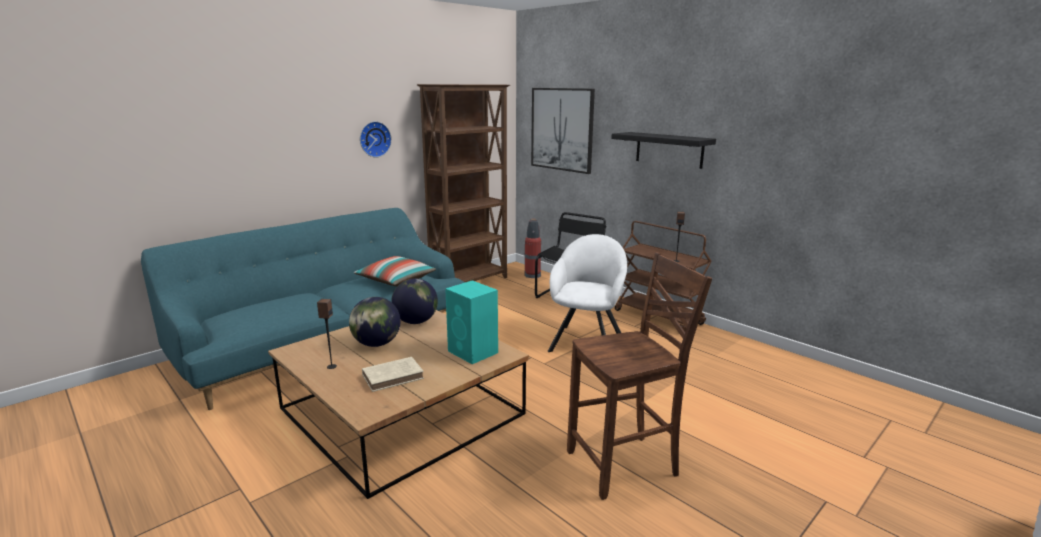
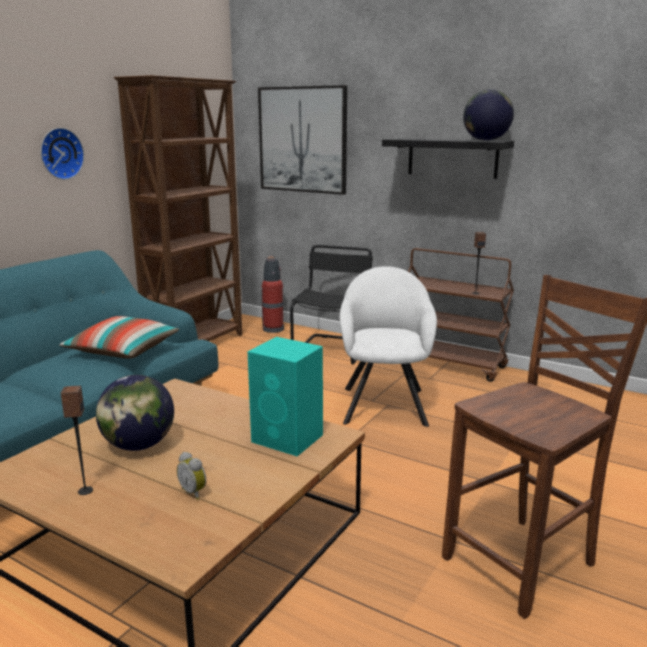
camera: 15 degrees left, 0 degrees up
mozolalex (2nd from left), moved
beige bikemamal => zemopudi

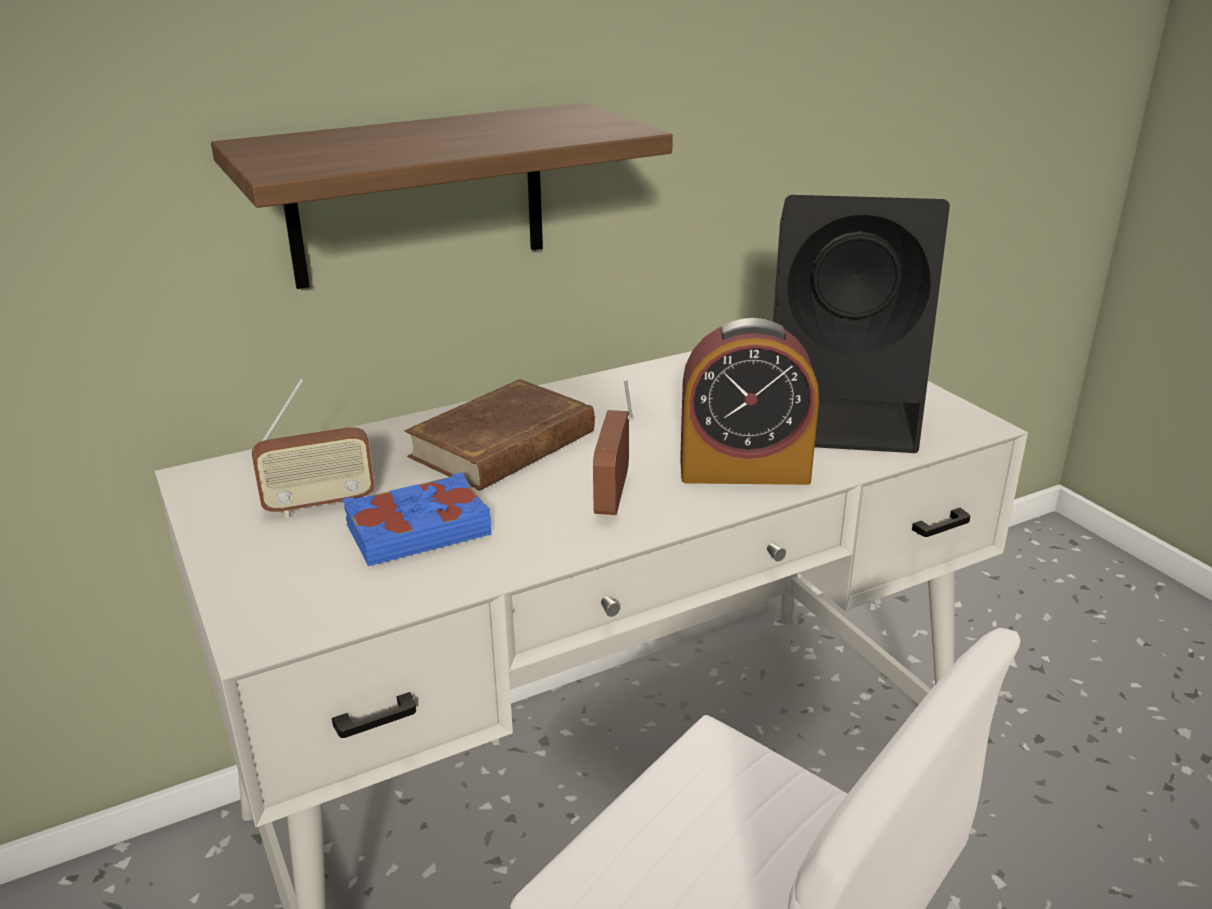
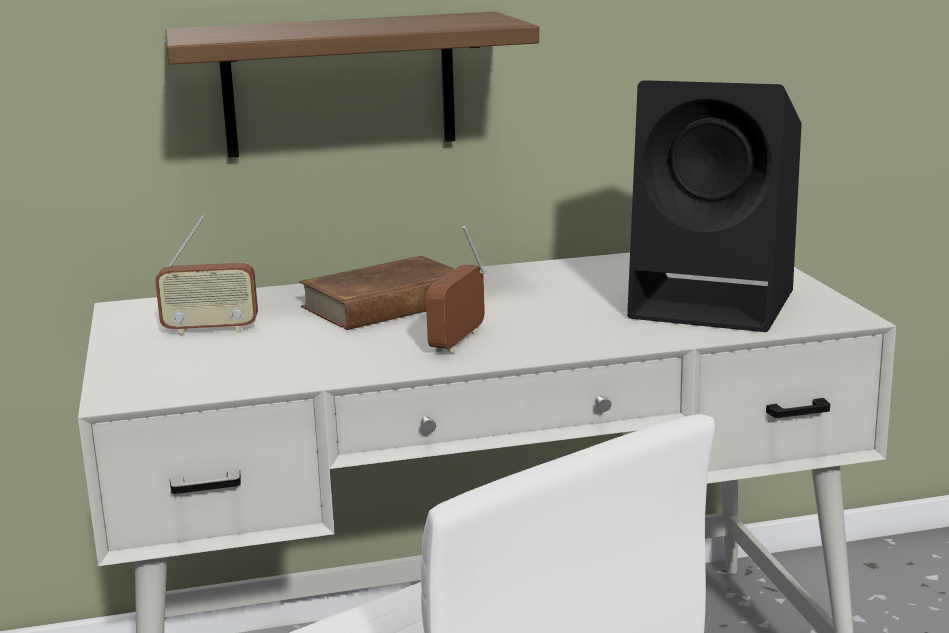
camera: 15 degrees right, 10 degrees down
blue bikemamal => nothing
zemopudi => nothing

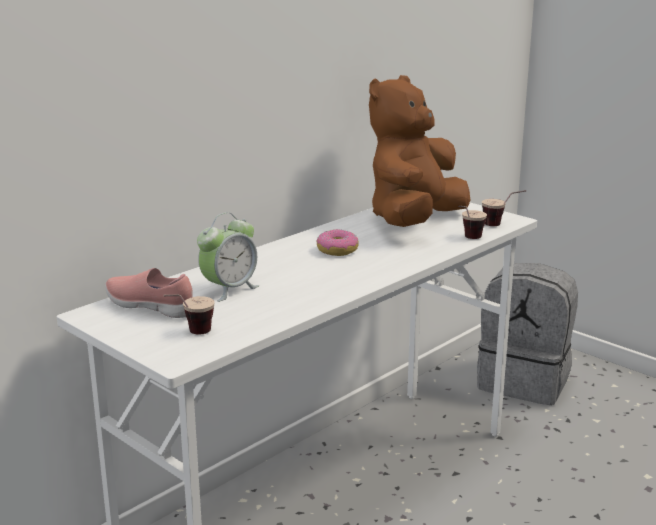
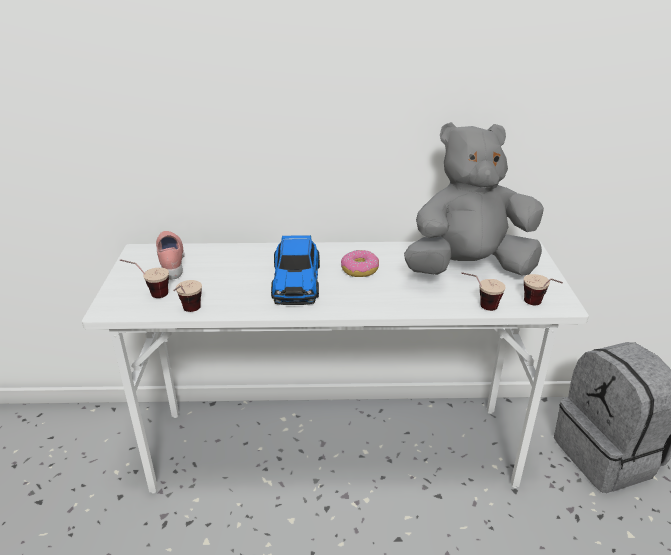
camera: 45 degrees right, 10 degrees up
zemopudi => nothing
nothing => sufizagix (2nd from left)
nothing => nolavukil
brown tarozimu => grey tarozimu

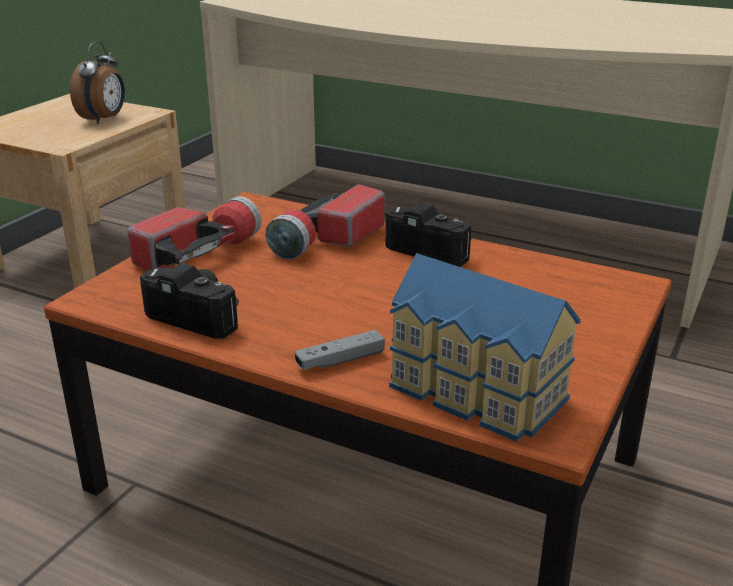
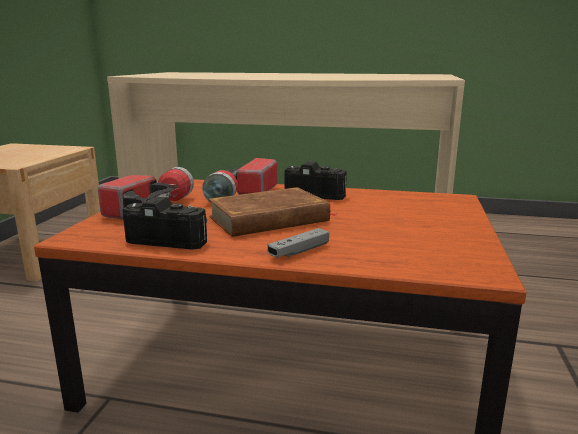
camera: 15 degrees left, 10 degrees down
zemopudi => nothing
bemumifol => nothing
nothing => brown bikemamal

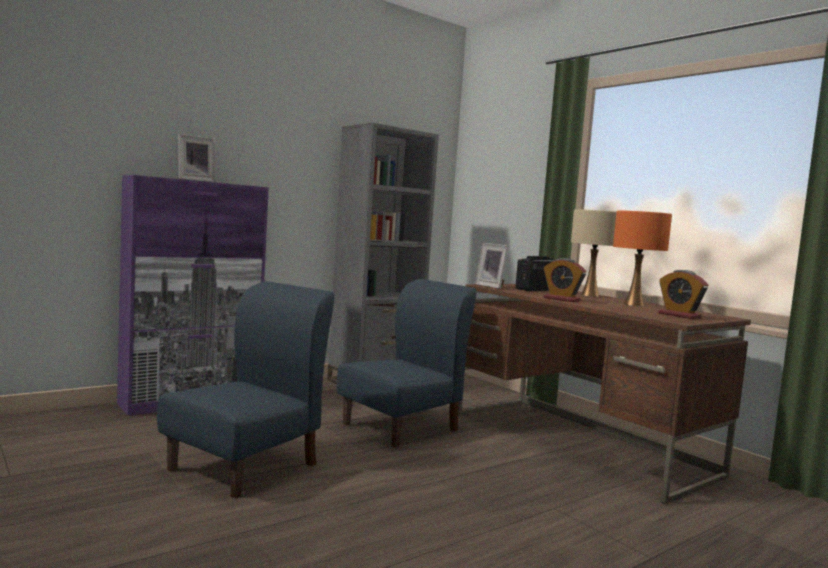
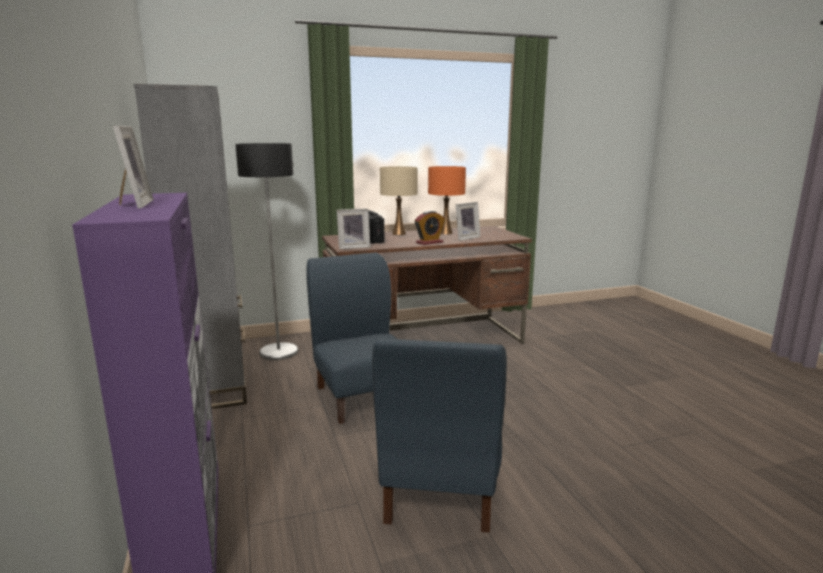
camera: 70 degrees left, 10 degrees up
zemopudi (2nd from left) => nothing
nothing => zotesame
nothing => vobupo (3rd from left)
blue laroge (1st from left in the first image) => blue laroge (2nd from left), 135 degrees counterclockwise

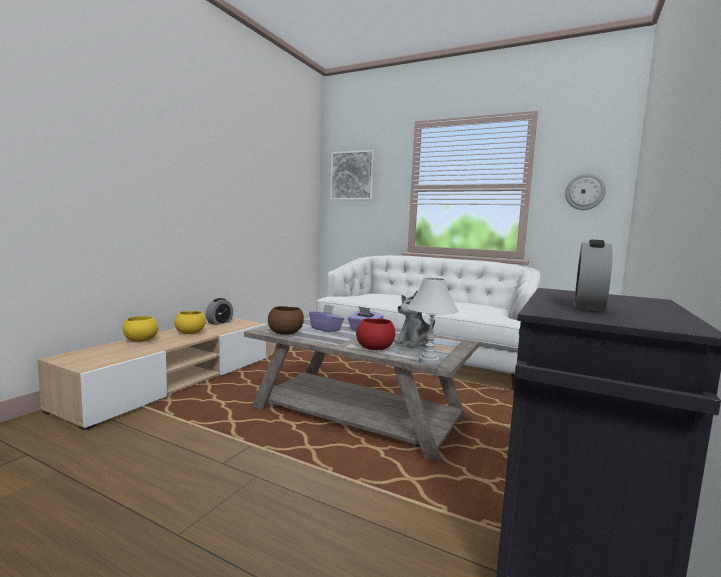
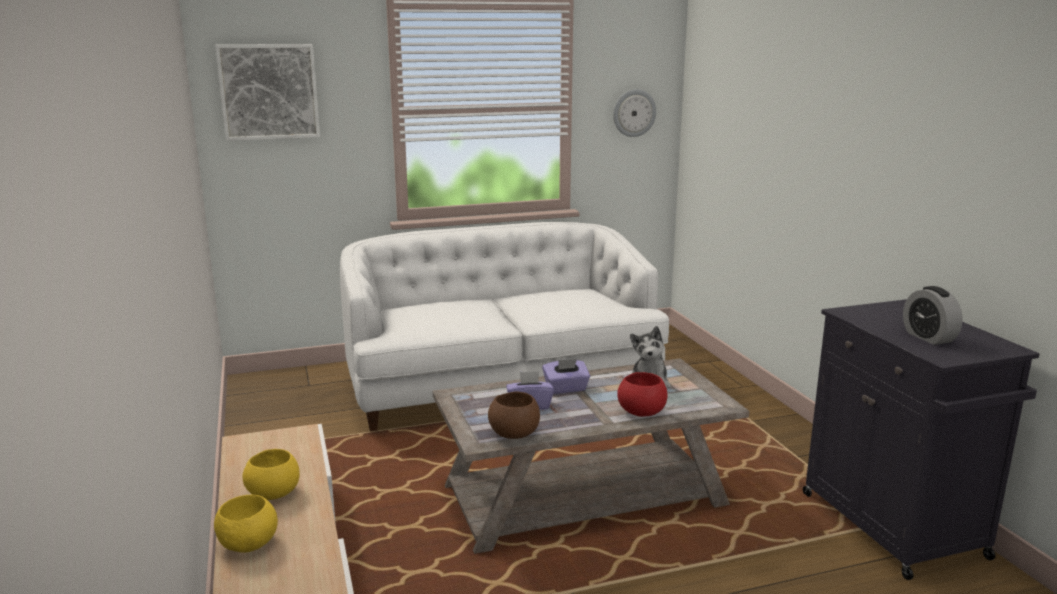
camera: 45 degrees left, 10 degrees up
zemopudi (1st from left) => nothing
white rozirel => nothing

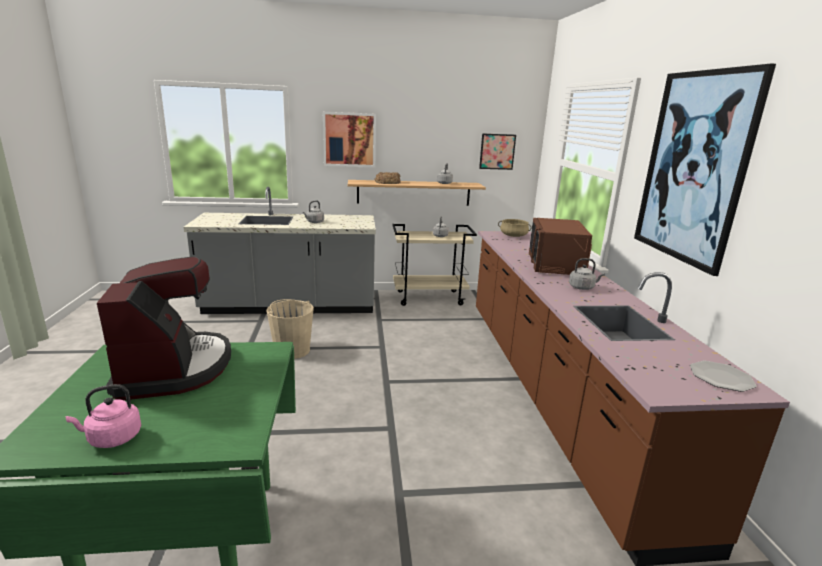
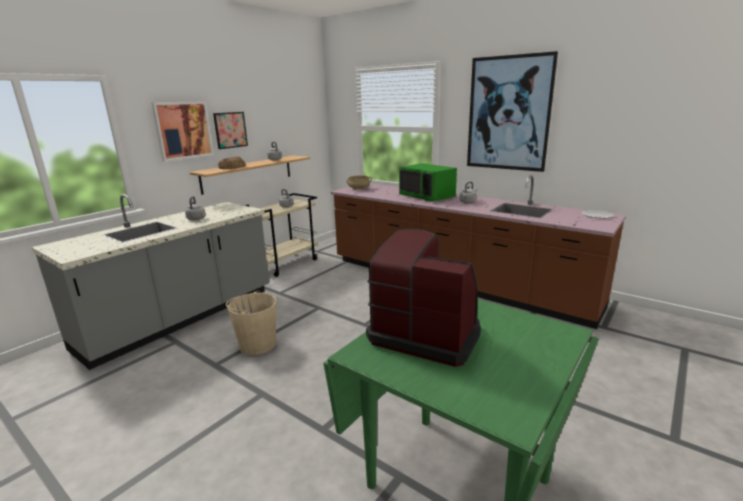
camera: 45 degrees left, 0 degrees up
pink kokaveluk => nothing
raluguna (2nd from left), moved
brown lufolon => green lufolon

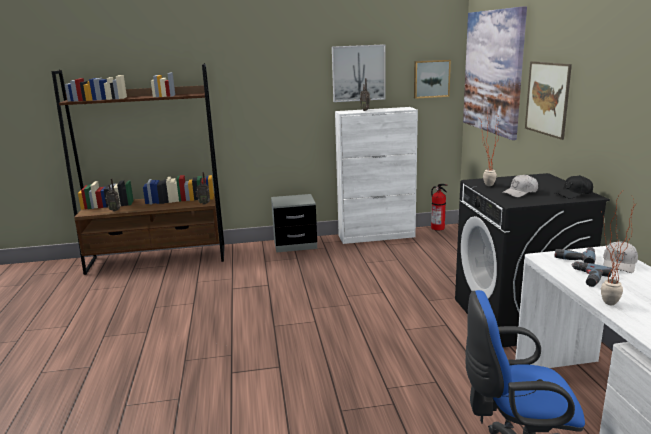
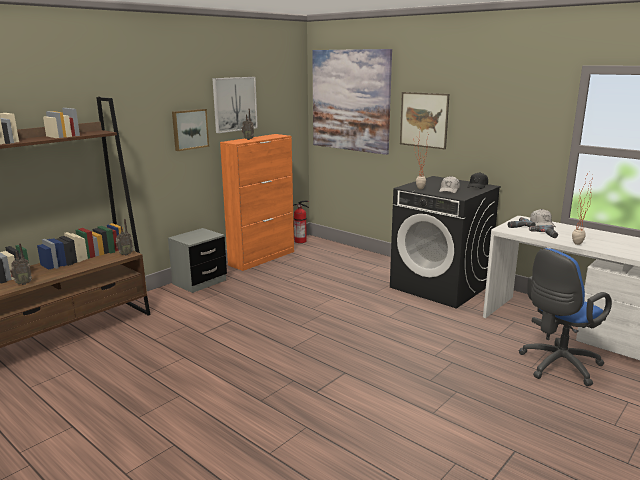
camera: 40 degrees left, 0 degrees up
raluguna (2nd from left in the first image) => raluguna (1st from left), moved
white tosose => orange tosose

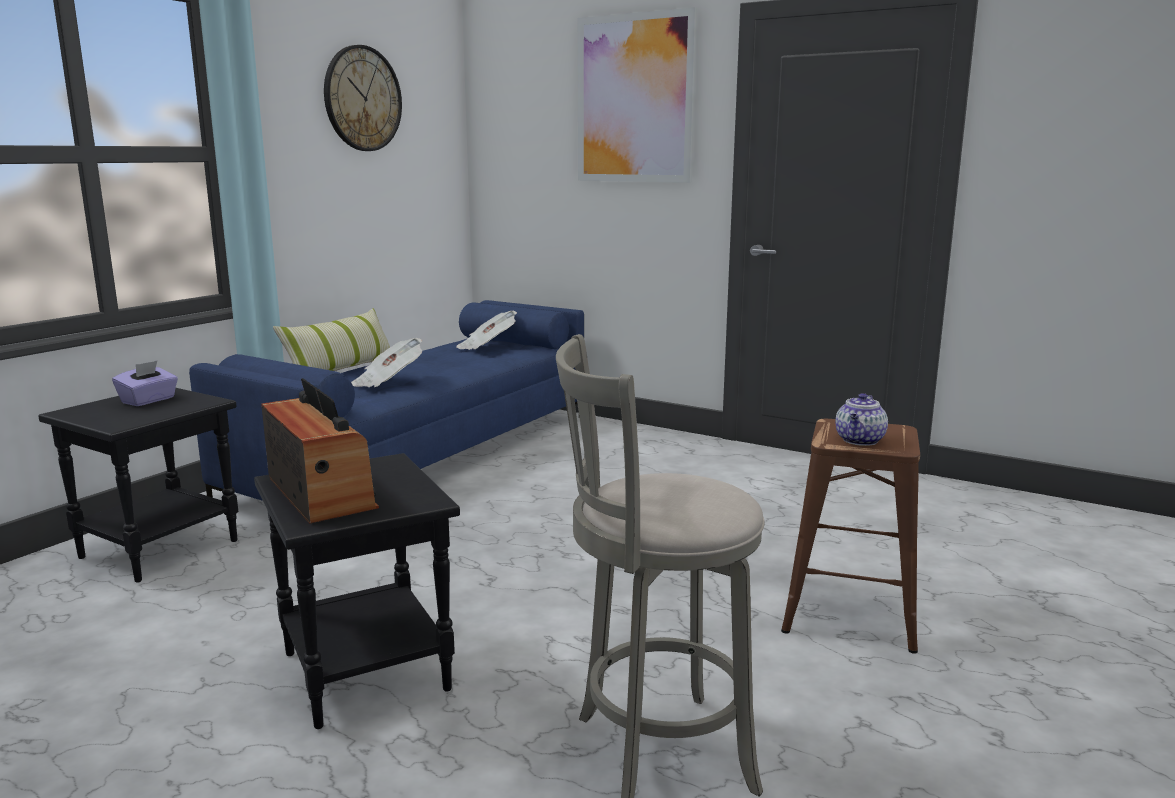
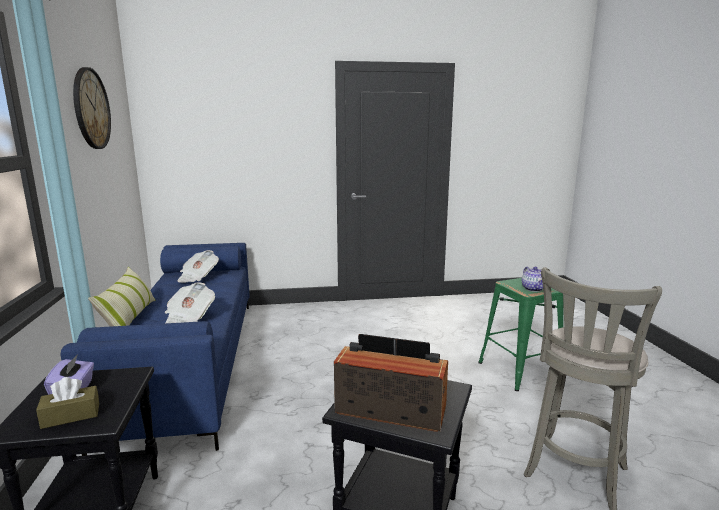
camera: 40 degrees left, 0 degrees up
raluguna => nothing
nothing => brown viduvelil
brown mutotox => green mutotox

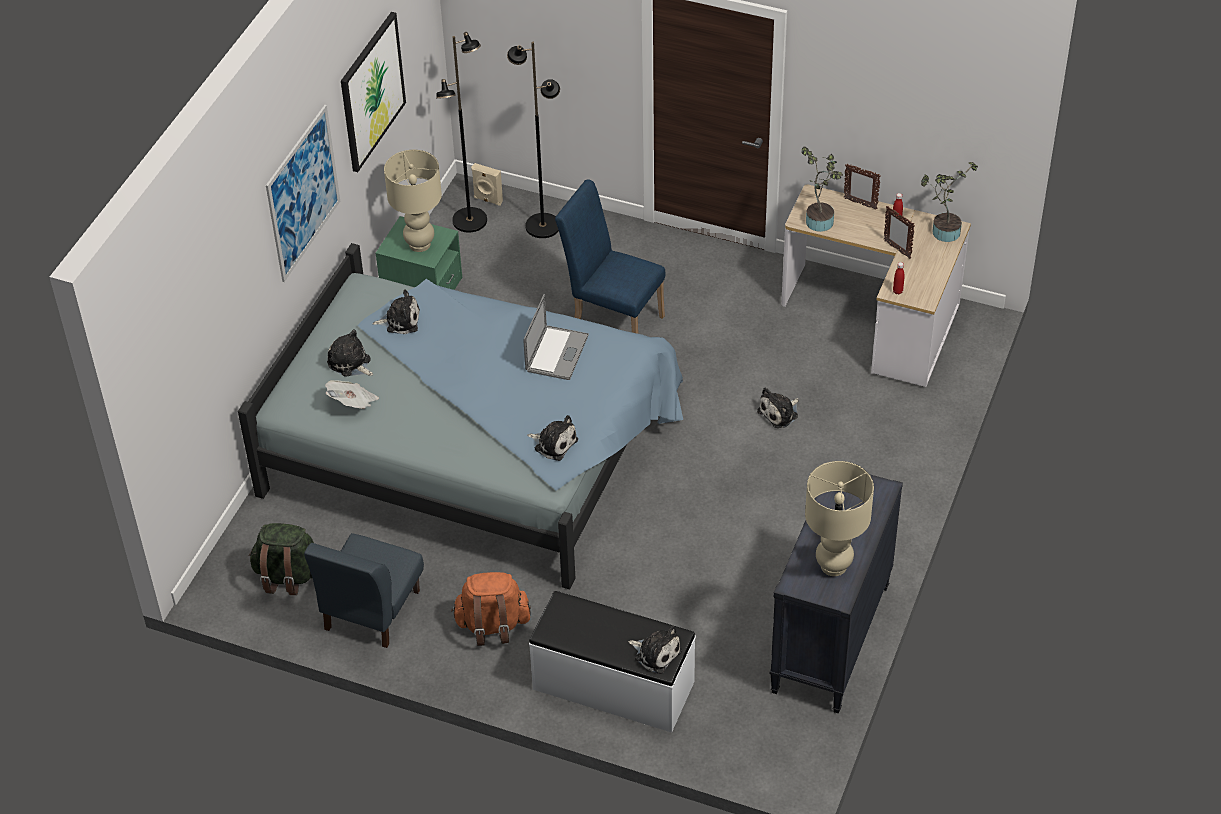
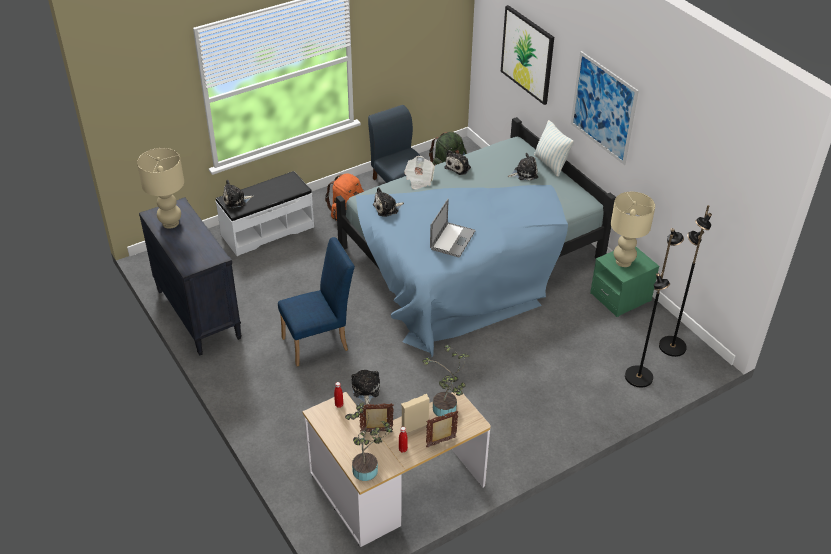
camera: 125 degrees right, 5 degrees down
nothing => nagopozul
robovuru, moved
raluguna (2nd from left in the first image) => raluguna (1st from left), moved
tarozimu (2nd from left in the first image) => tarozimu (4th from left), moved
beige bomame, moved
blue laroge (2nd from left in the first image) => blue laroge (1st from left), moved
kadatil, 120 degrees counterclockwise

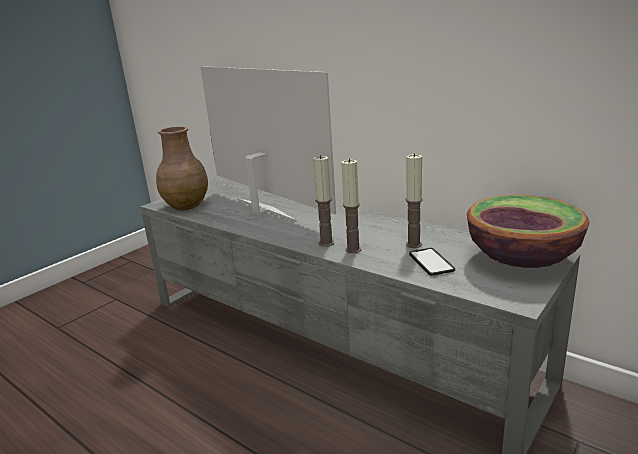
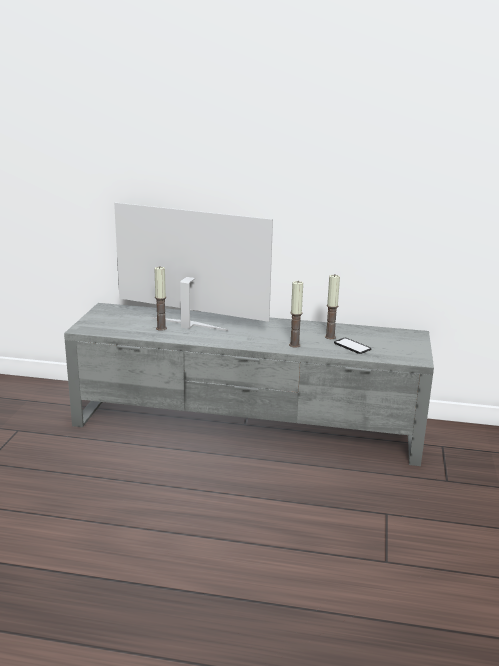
camera: 30 degrees left, 0 degrees up
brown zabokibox => nothing
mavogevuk => nothing
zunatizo (1st from left), moved

